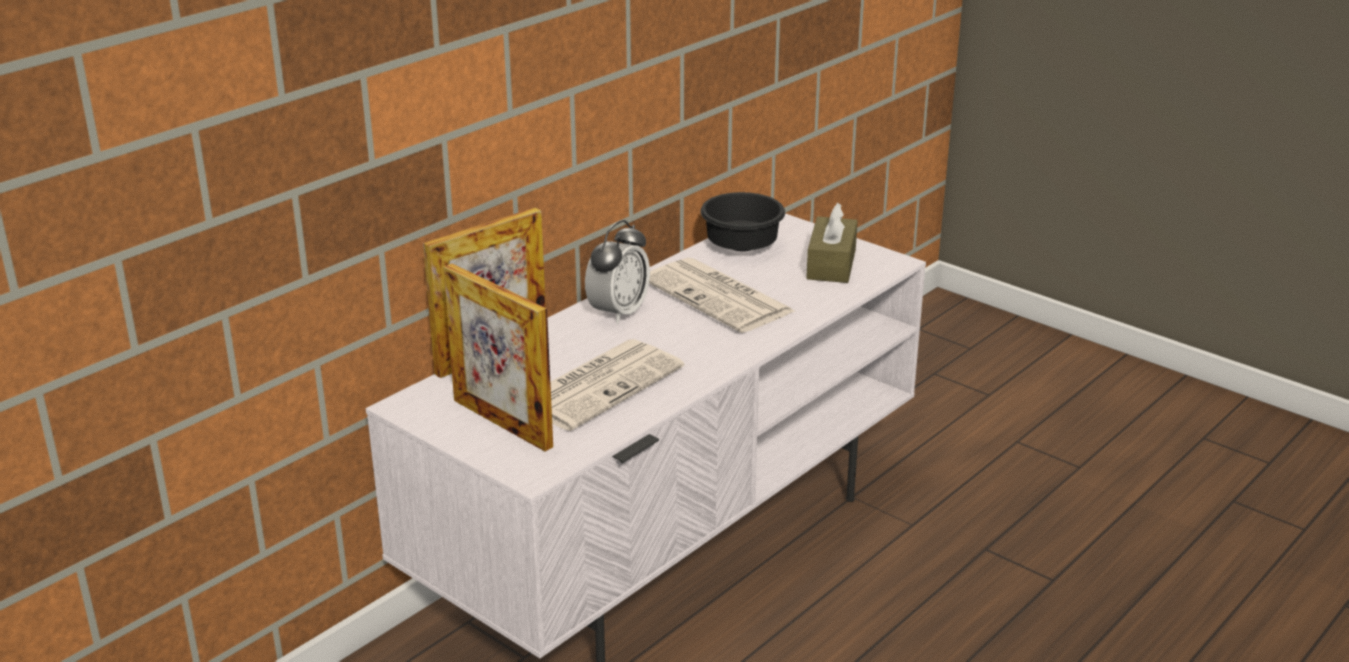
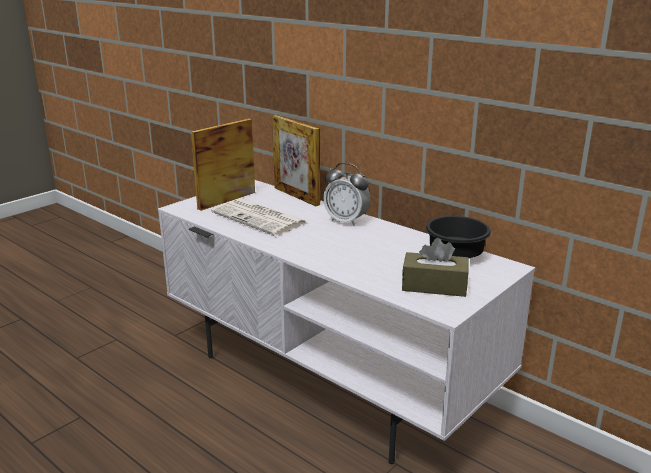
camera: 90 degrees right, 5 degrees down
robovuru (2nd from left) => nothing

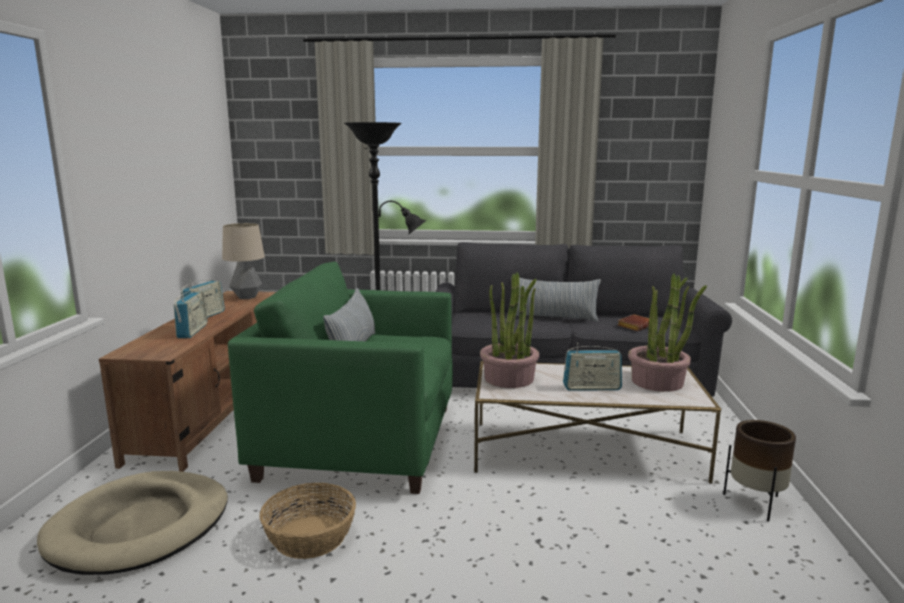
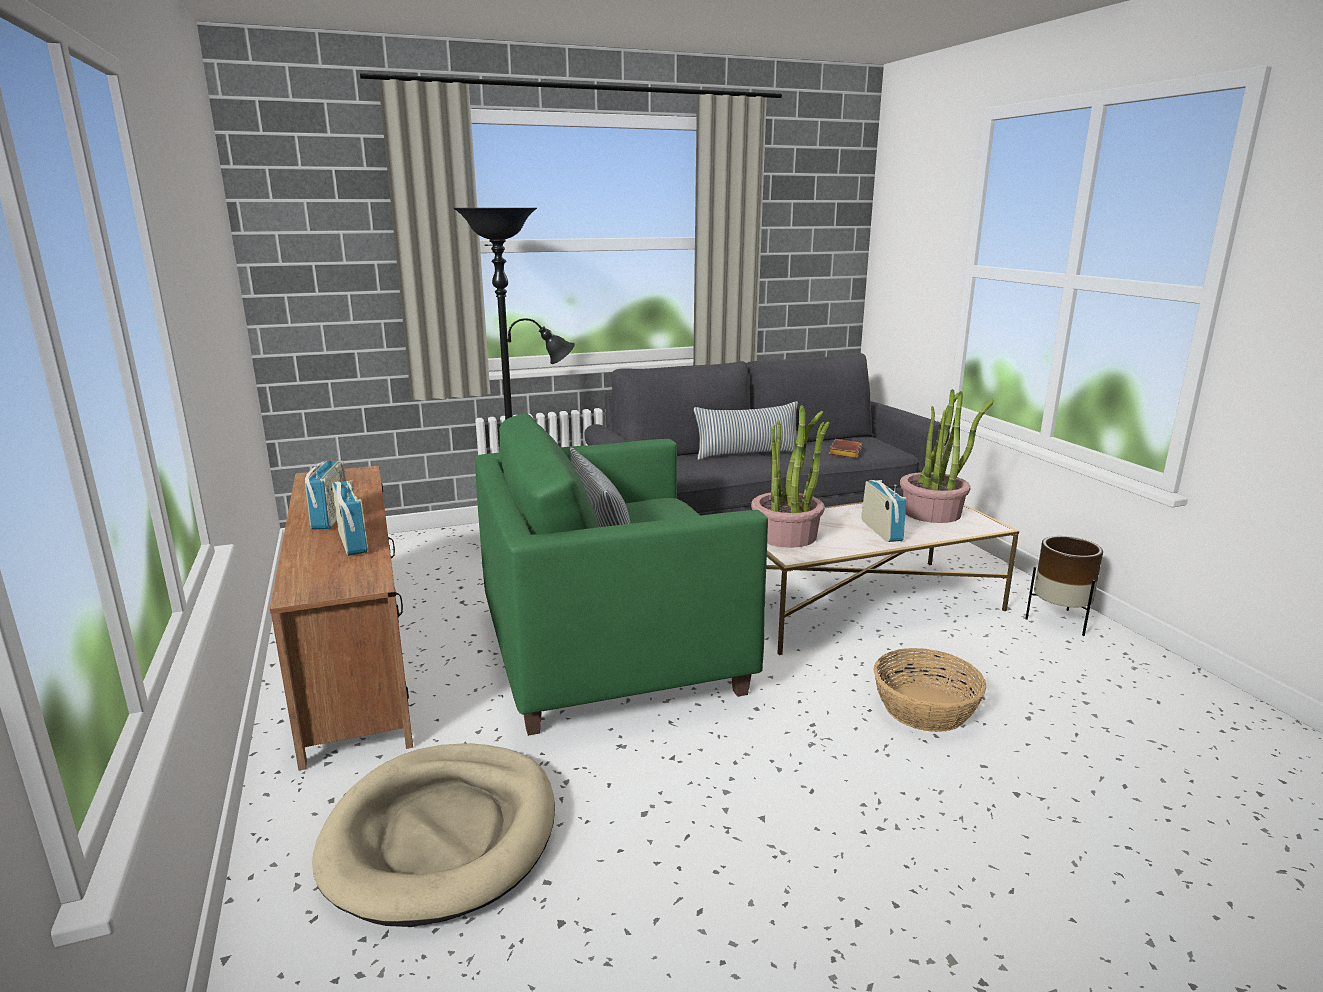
camera: 25 degrees left, 5 degrees up
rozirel => nothing
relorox, moved
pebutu (3rd from left), 75 degrees counterclockwise

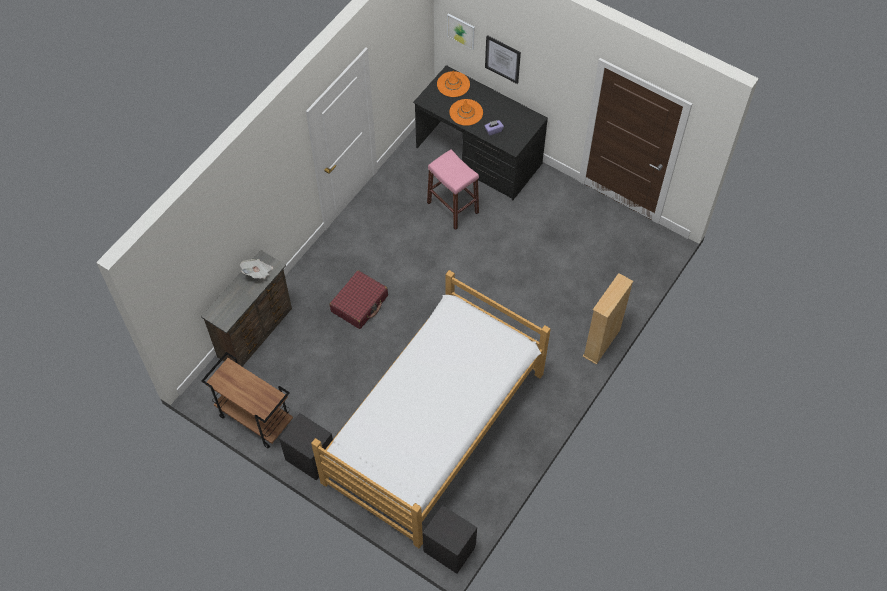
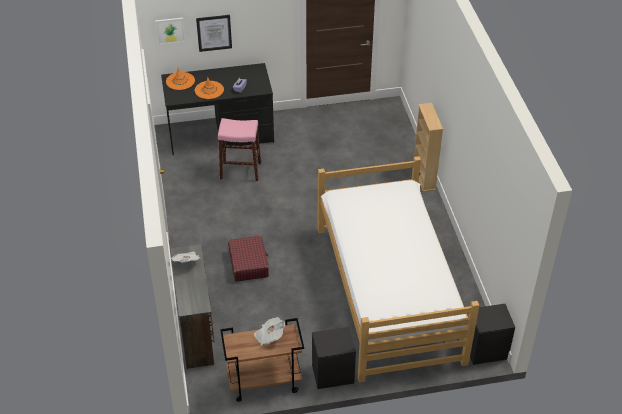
camera: 45 degrees left, 15 degrees down
nothing => robovuru (2nd from left)

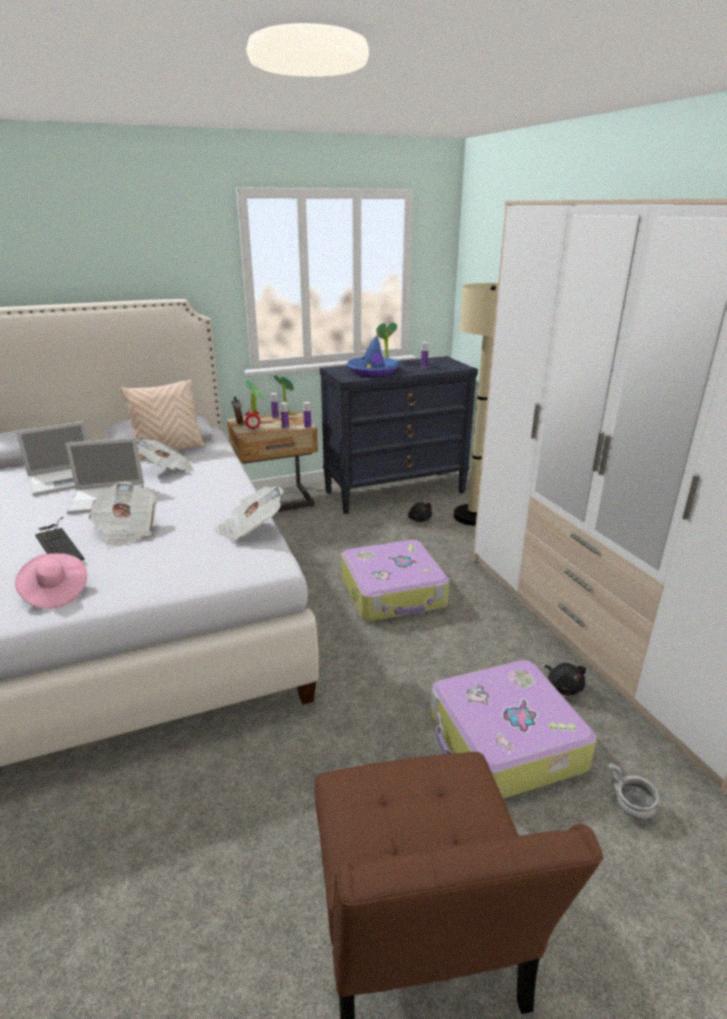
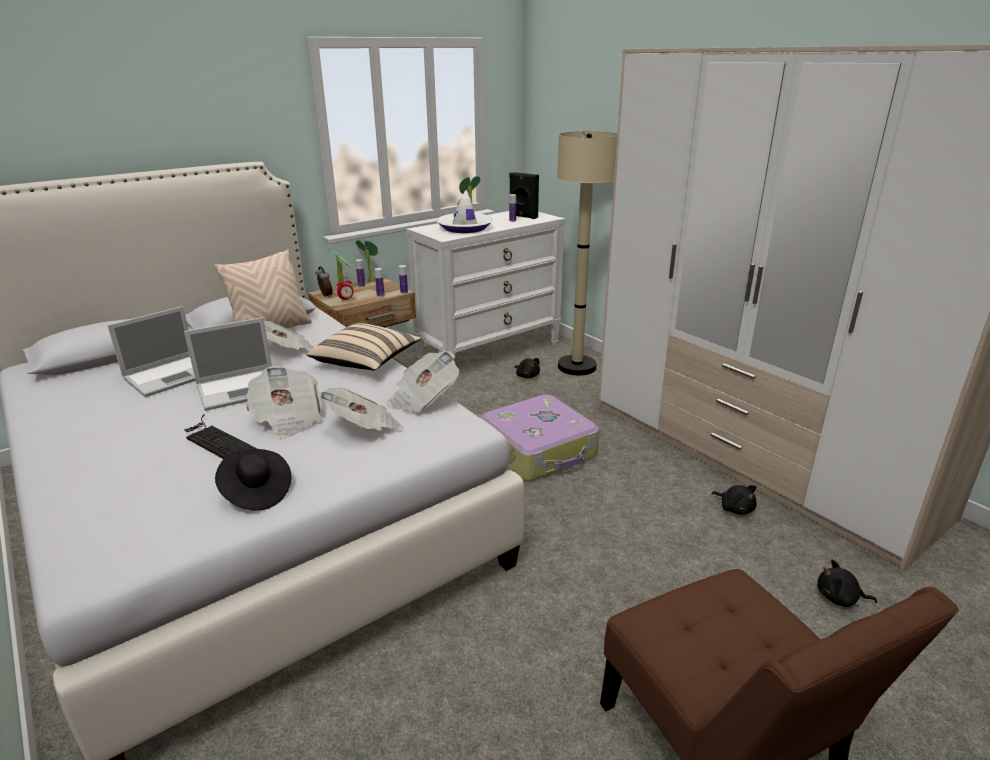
camera: 15 degrees left, 0 degrees up
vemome (2nd from left) => nothing
nothing => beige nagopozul (2nd from left)
nothing => robovuru (3rd from left)
nothing => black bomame
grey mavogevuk => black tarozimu (3rd from left)
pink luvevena => black luvevena
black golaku => white golaku
blue luvevena => white luvevena

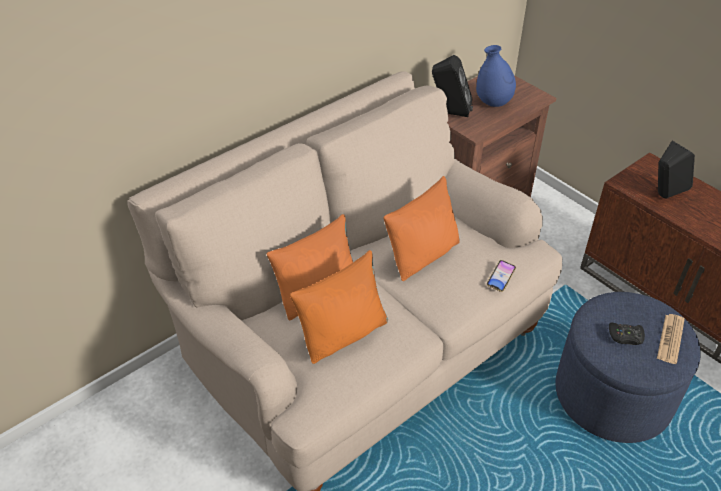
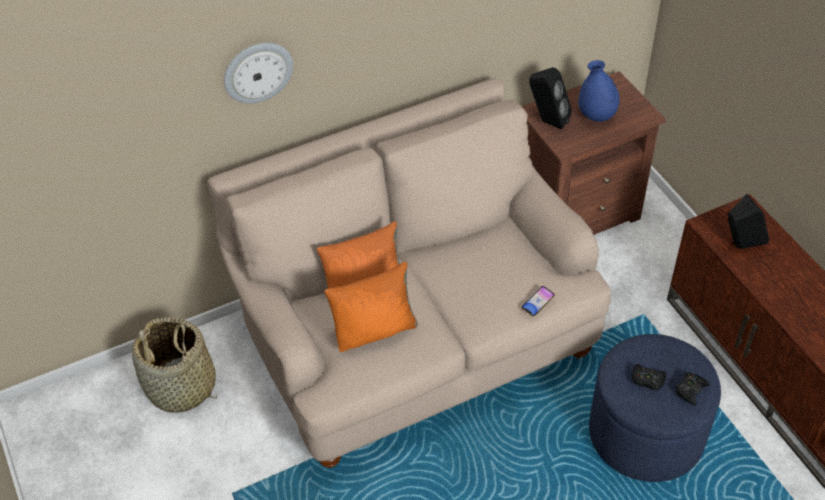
camera: 15 degrees right, 5 degrees up
orange nagopozul (3rd from left) => nothing
nothing => relorox
nothing => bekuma
robovuru => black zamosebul (2nd from left)

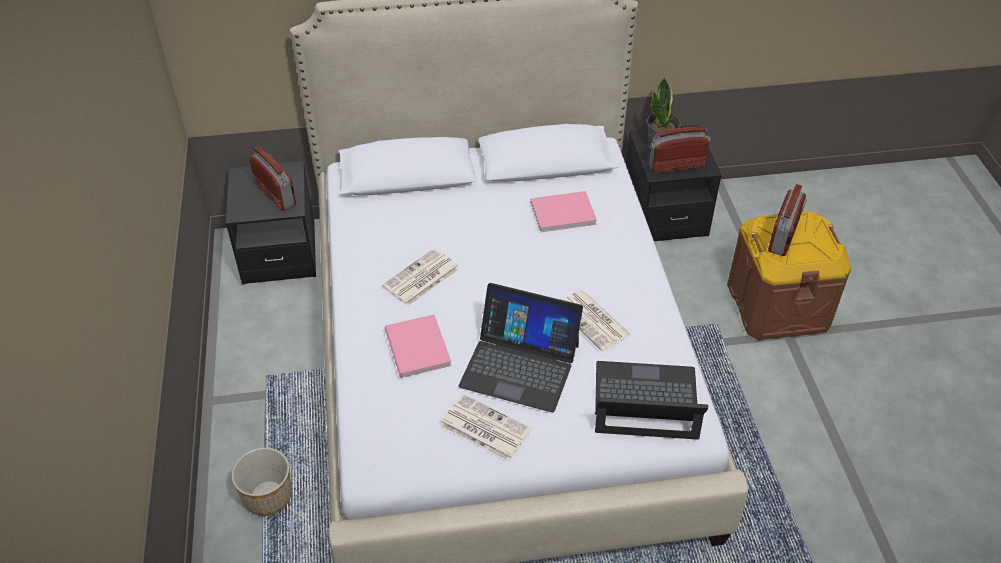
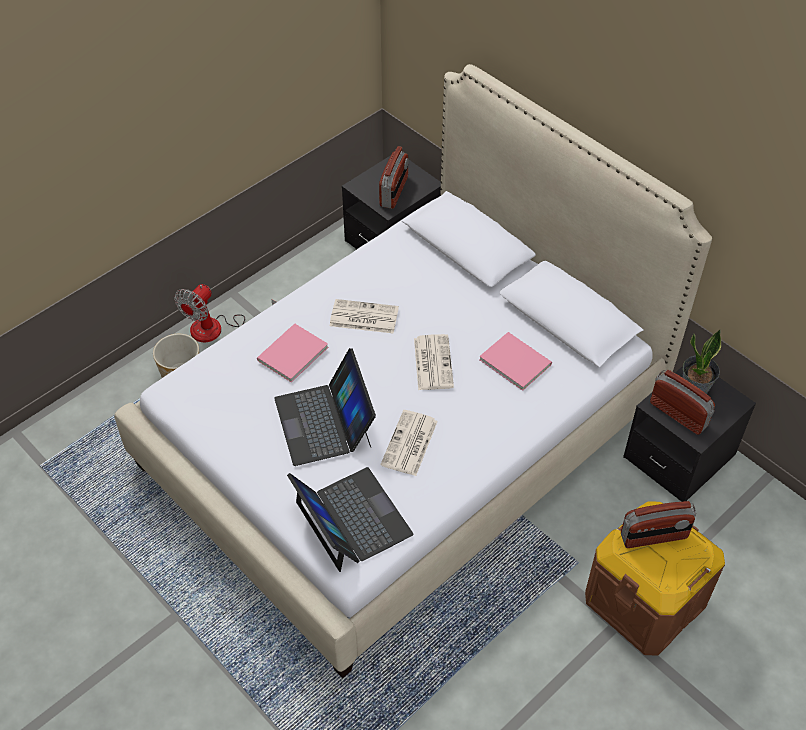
camera: 55 degrees right, 5 degrees up
nothing => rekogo
robovuru (2nd from left in the first image) => robovuru (3rd from left), moved

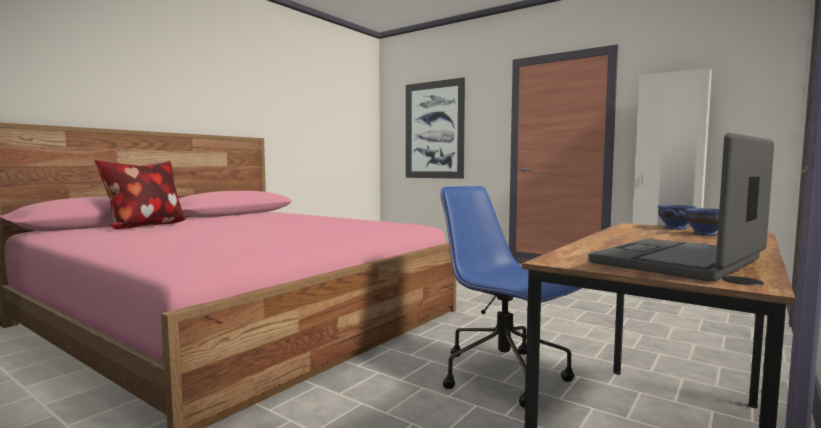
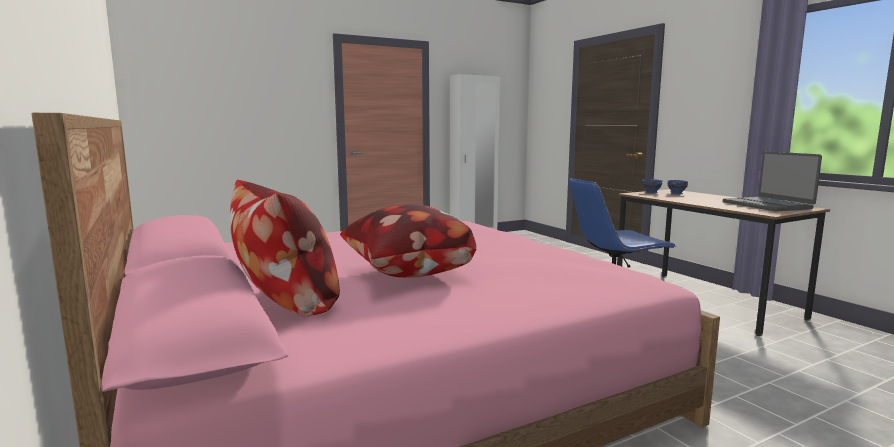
camera: 65 degrees left, 5 degrees up
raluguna => nothing
nothing => nagopozul (2nd from left)

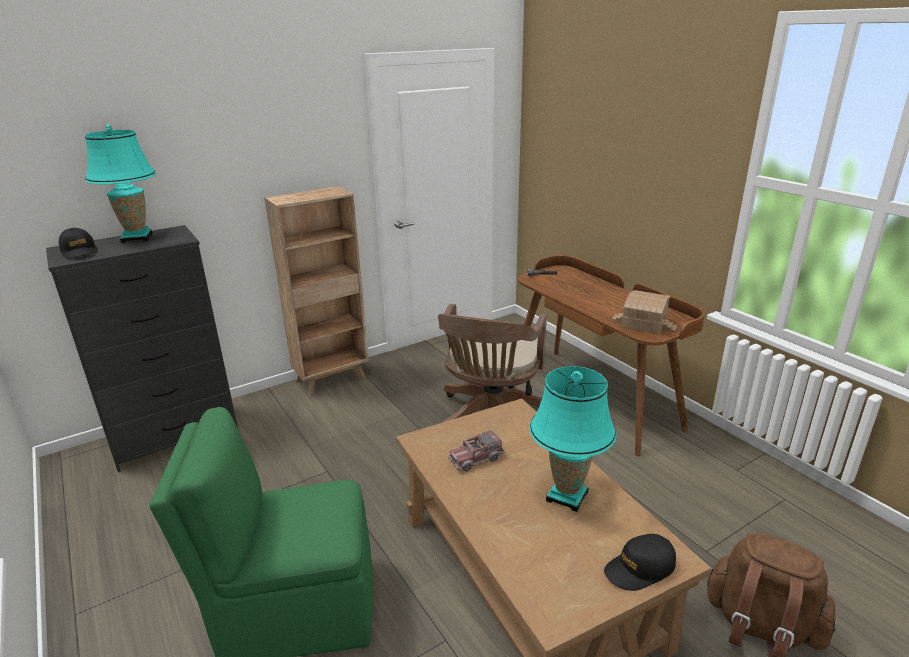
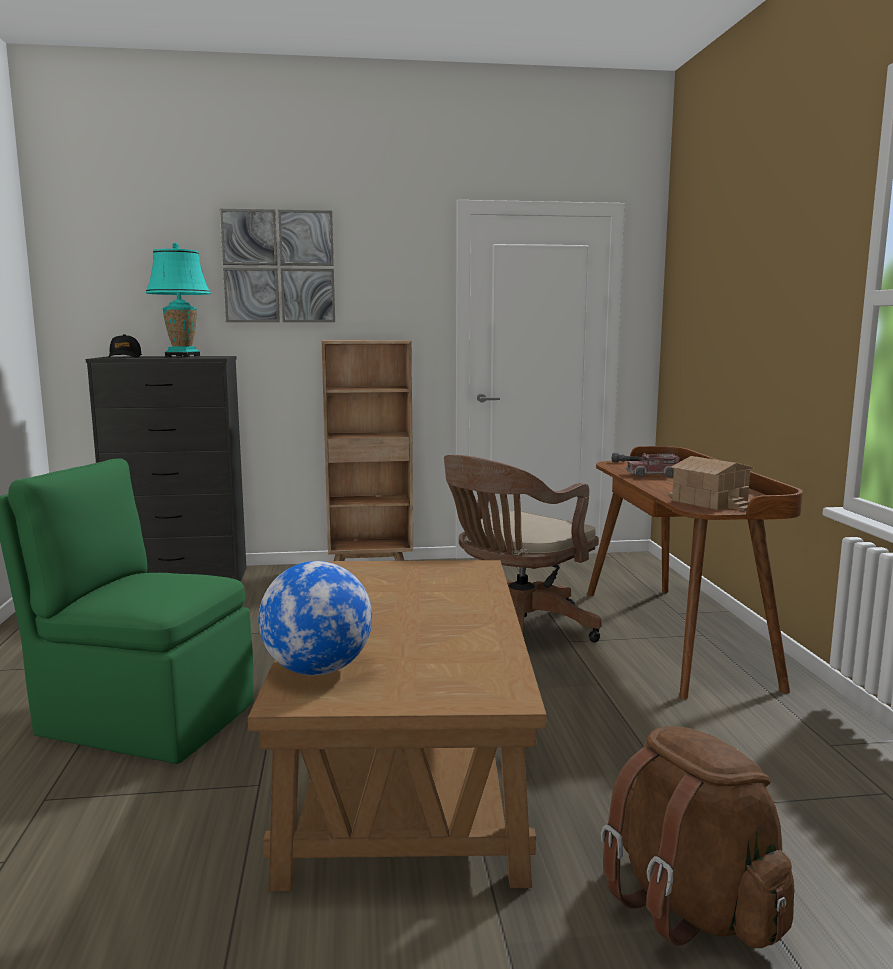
camera: 25 degrees right, 15 degrees down
turquoise rozirel (2nd from left) => nothing
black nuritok (2nd from left) => nothing
nothing => raluguna
nothing => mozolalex
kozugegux, moved

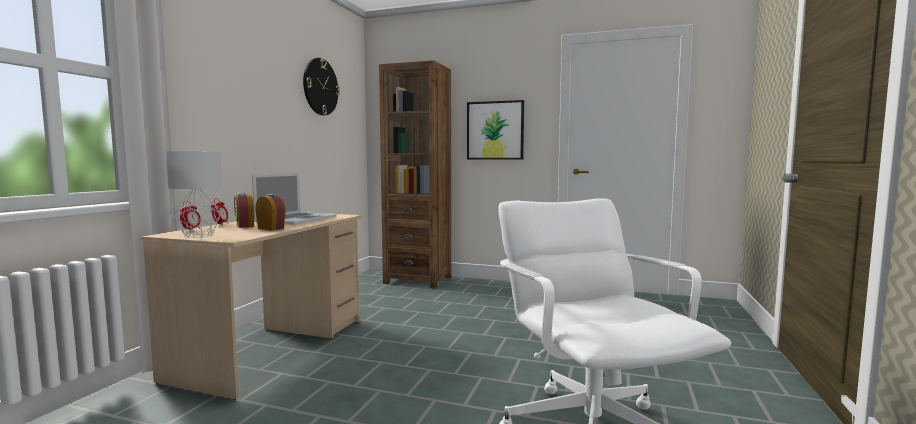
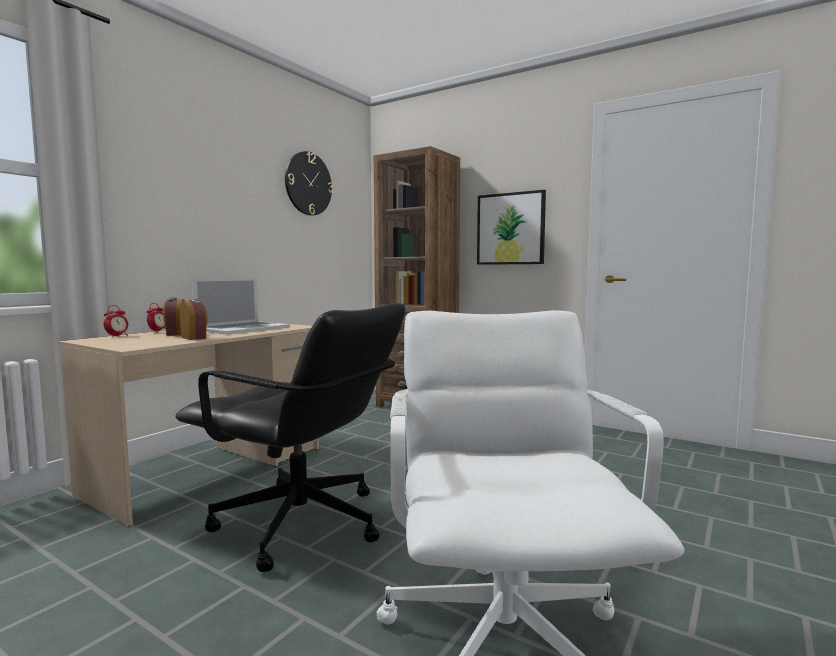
camera: 15 degrees right, 0 degrees up
grey rozirel => nothing
nothing => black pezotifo

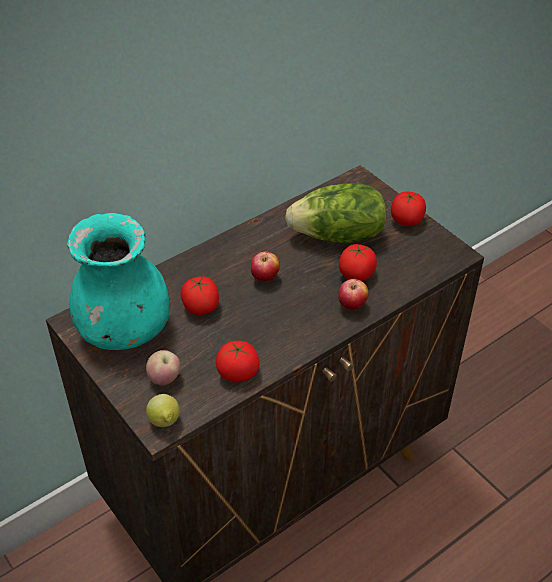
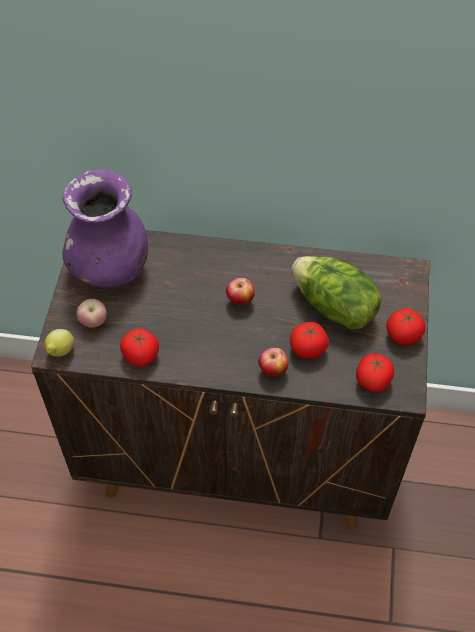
camera: 45 degrees right, 10 degrees up
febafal (1st from left in the first image) => febafal (3rd from left), moved
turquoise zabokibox => purple zabokibox

